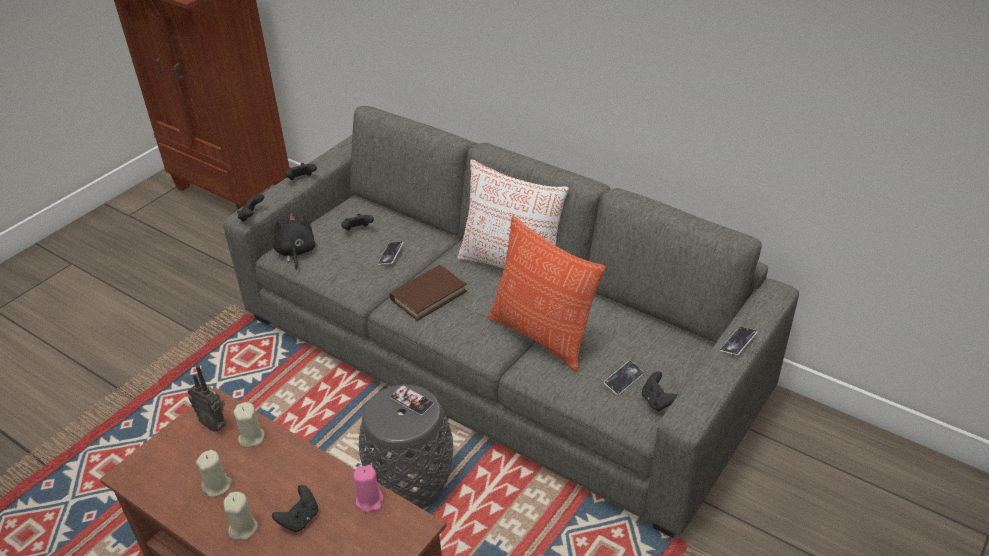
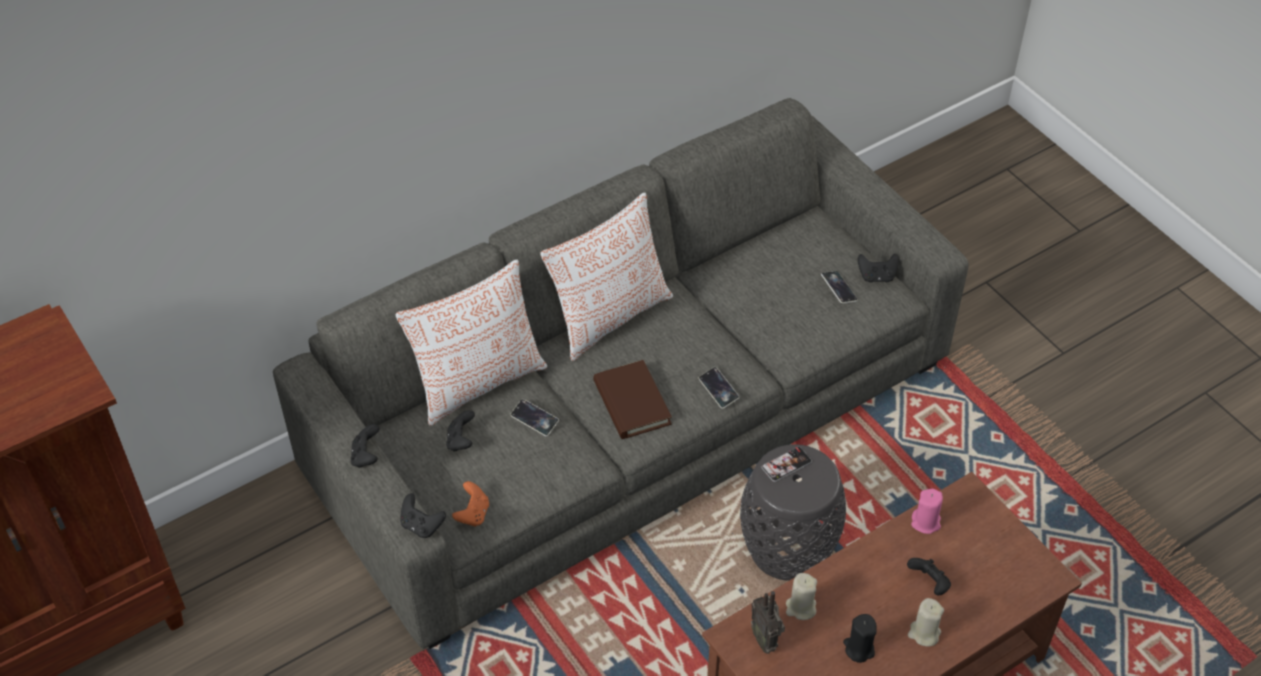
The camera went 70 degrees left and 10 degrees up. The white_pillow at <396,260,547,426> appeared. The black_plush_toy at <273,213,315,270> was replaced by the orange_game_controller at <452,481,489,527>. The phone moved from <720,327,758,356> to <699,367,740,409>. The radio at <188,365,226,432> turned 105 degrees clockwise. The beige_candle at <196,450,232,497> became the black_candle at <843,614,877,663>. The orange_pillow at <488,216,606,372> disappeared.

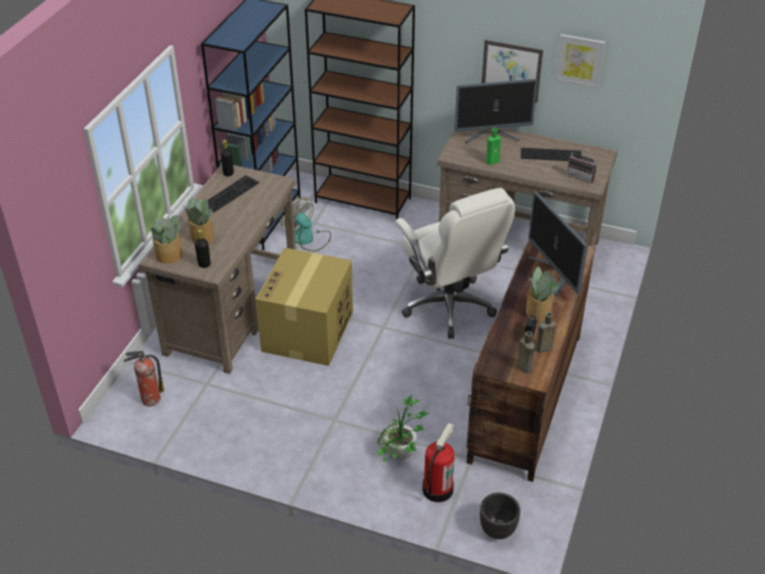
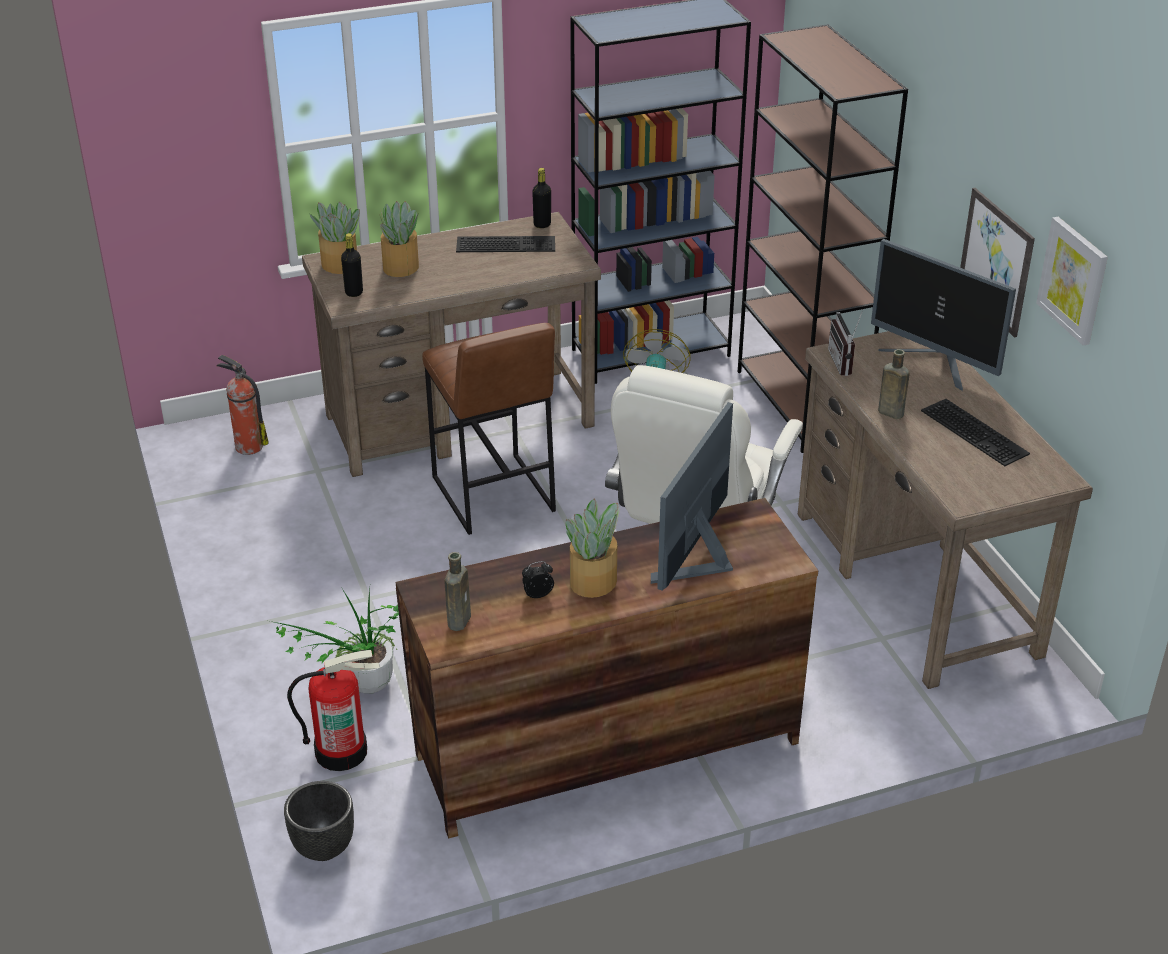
The camera went 50 degrees right and 5 degrees down. The cardboard_box at <255,248,353,366> was replaced by the brown_stool at <422,323,556,535>. The radio moved from <567,145,597,183> to <828,309,863,376>. The brown_bottle moved from <535,312,556,353> to <878,349,910,419>. The green_bottle at <486,128,501,165> disappeared.

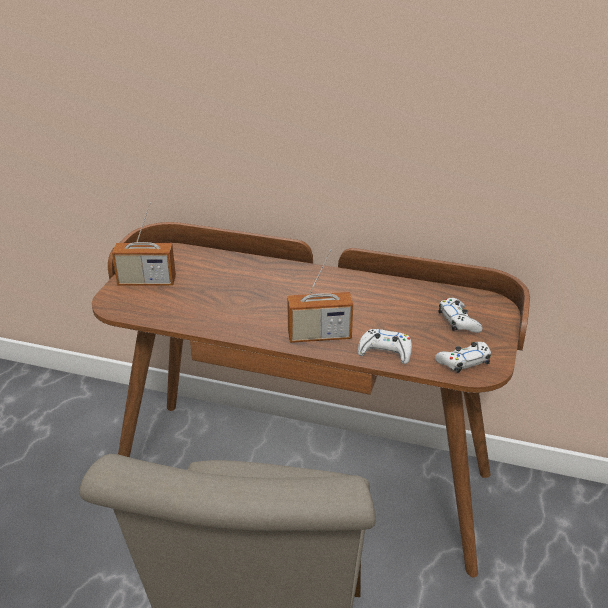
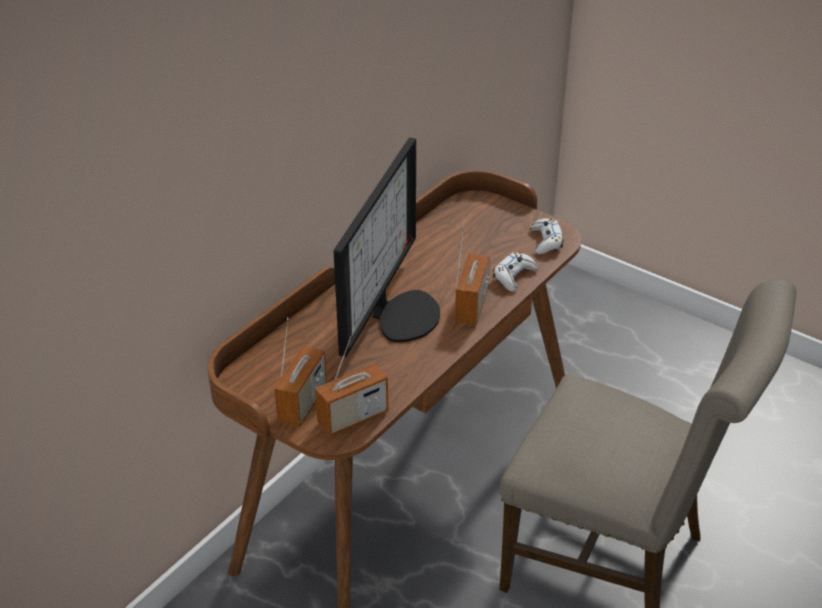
The camera went 70 degrees left and 5 degrees up. The radio at <315,328,388,436> appeared. The monitor at <334,137,440,357> appeared. The white_game_controller at <438,298,483,333> disappeared.

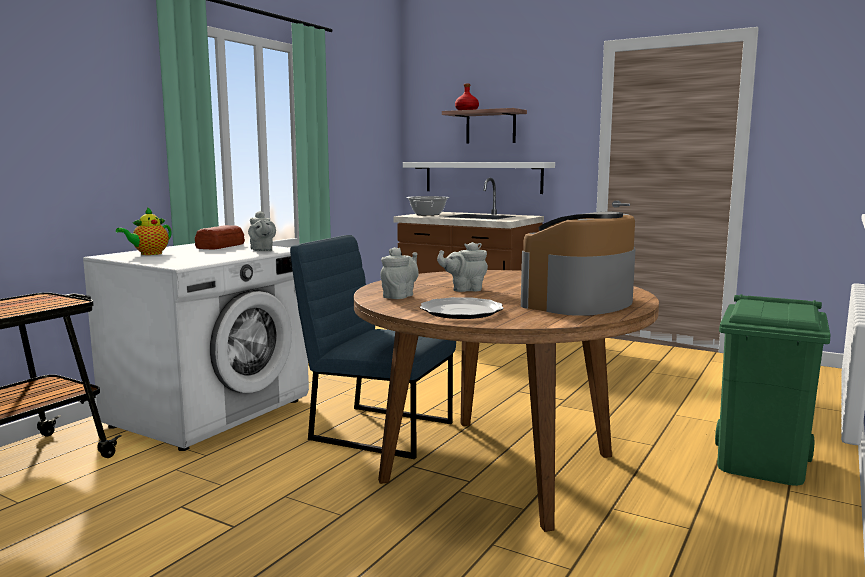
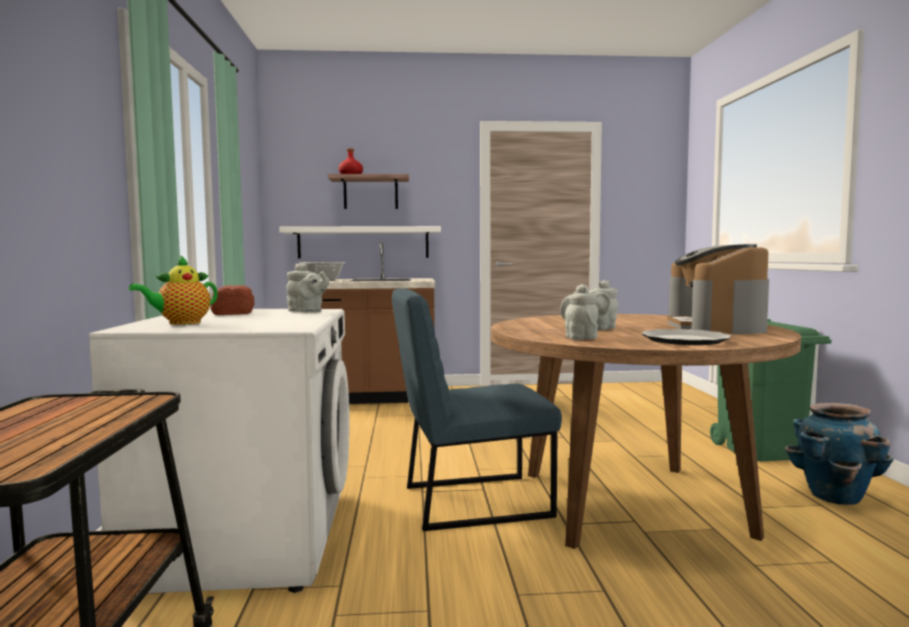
The camera went 35 degrees left and 5 degrees down. The teapot at <116,207,172,255> turned 45 degrees clockwise. The planter at <785,403,894,505> appeared.

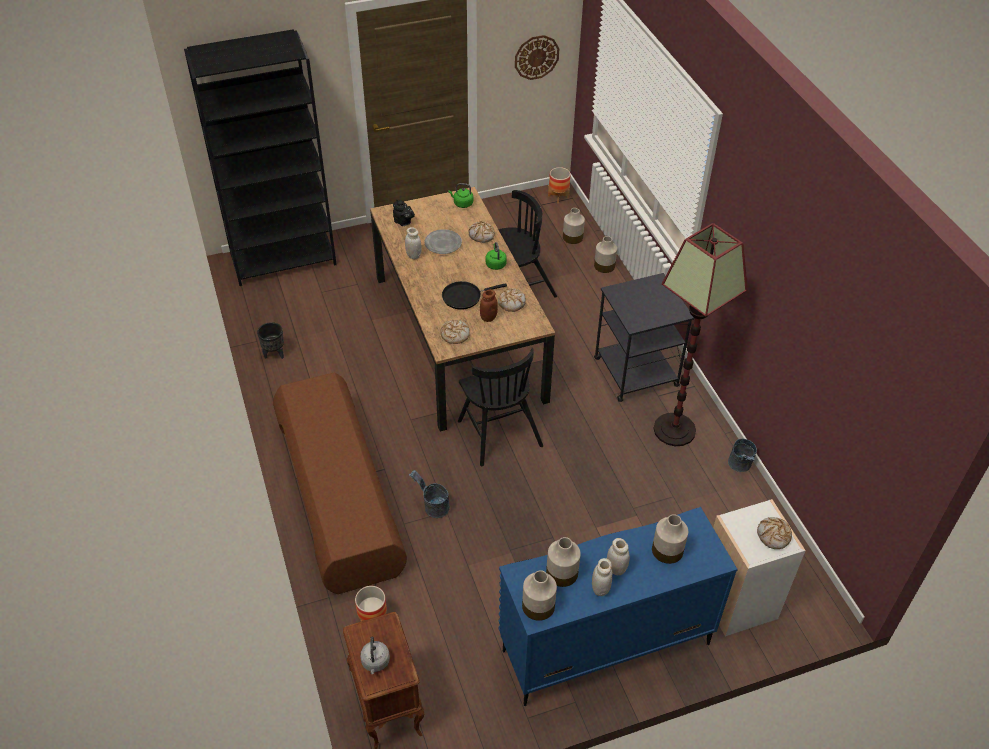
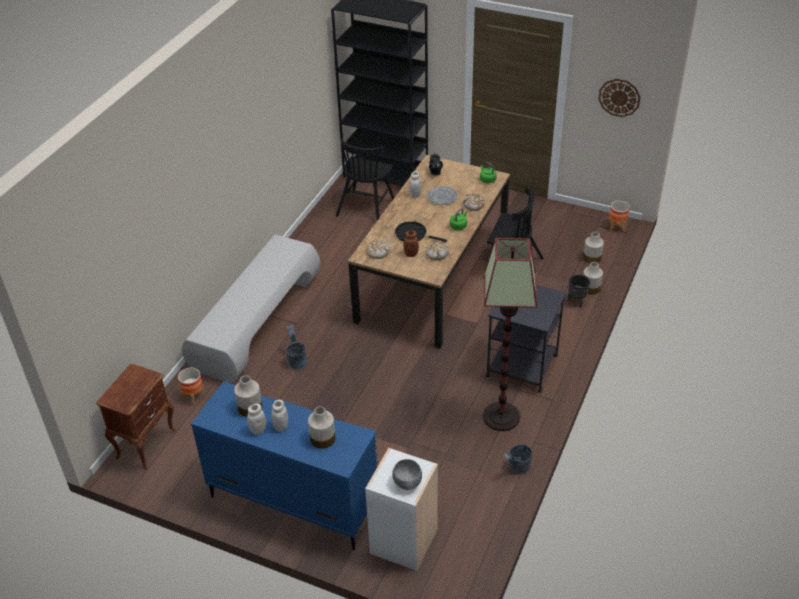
The camera went 45 degrees right and 5 degrees down. The brown_bench at <273,373,407,594> became the grey_bench at <182,235,320,383>. The black_chair moved from <458,348,543,466> to <336,138,395,221>. The bread at <757,517,792,549> was replaced by the grey_bowl at <392,459,422,490>. The black_planter moved from <257,322,284,359> to <568,274,590,308>. The grey_kettle at <360,636,390,674> disappeared. The beige_vase at <522,570,557,621> disappeared.

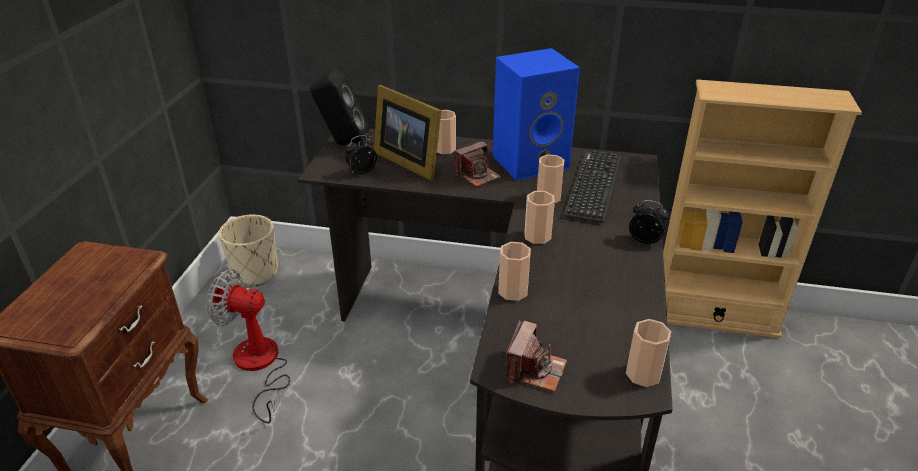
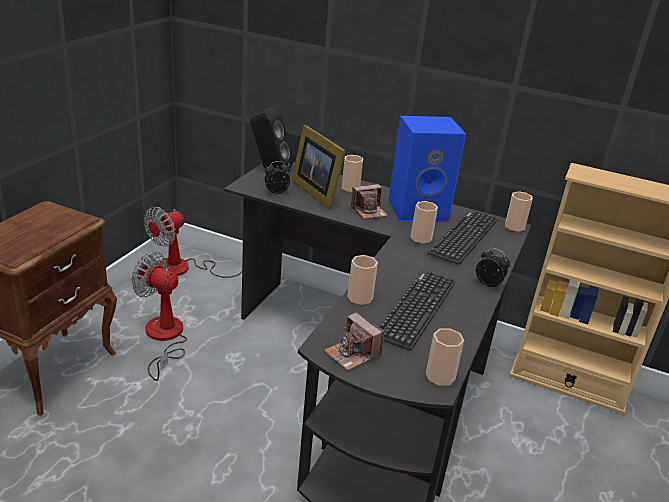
The camera went 10 degrees right and 5 degrees down. The beige_planter at <219,215,278,286> was replaced by the fan at <144,207,242,278>. The photo_camera at <505,320,567,392> turned 105 degrees clockwise. The keyboard at <378,270,455,351> appeared. The cup moved from <524,191,555,244> to <505,191,533,232>.

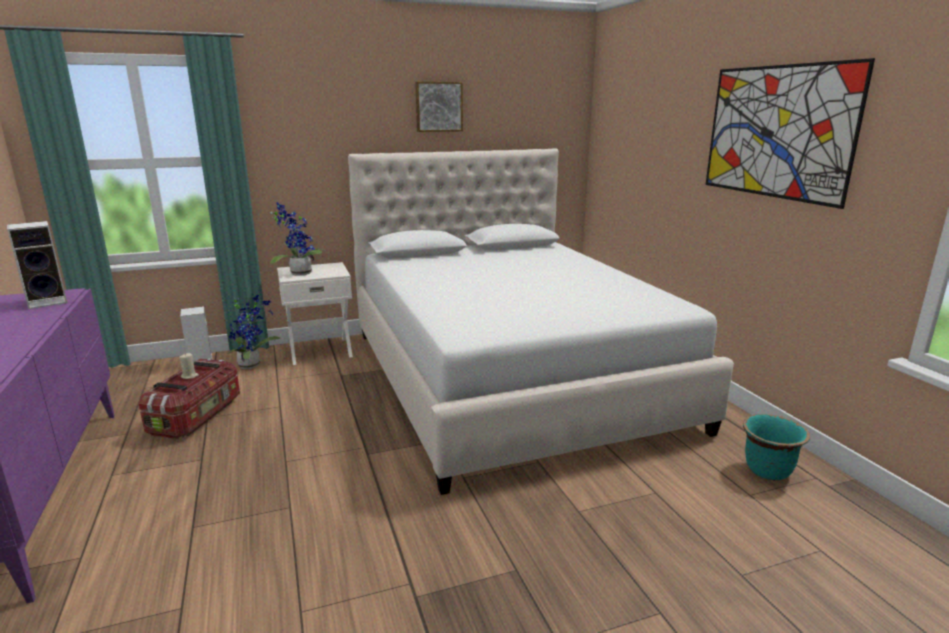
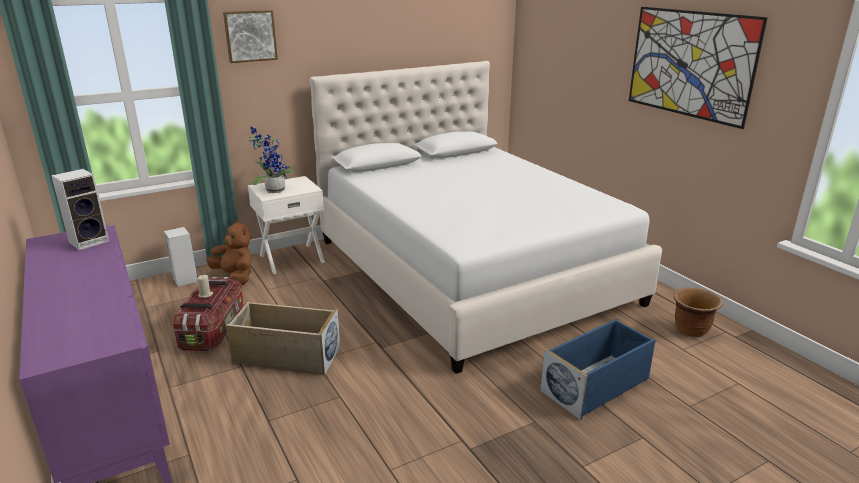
The camera went 10 degrees left and 5 degrees up. The potted_plant at <227,295,280,369> was replaced by the brown_plush_toy at <206,220,251,285>. The picture moved from <415,82,463,132> to <223,10,278,63>. The beige_storage_box at <226,302,340,376> appeared. The blue_storage_box at <540,319,656,420> appeared. The turquoise_planter at <743,414,810,480> became the brown_planter at <674,287,723,337>.

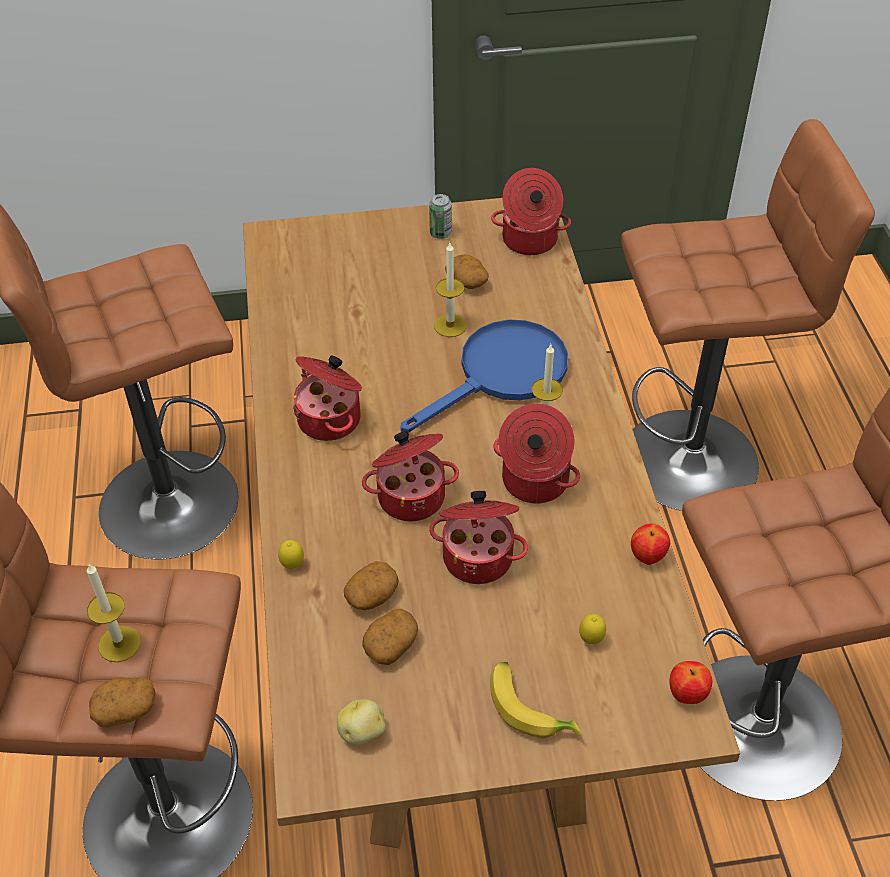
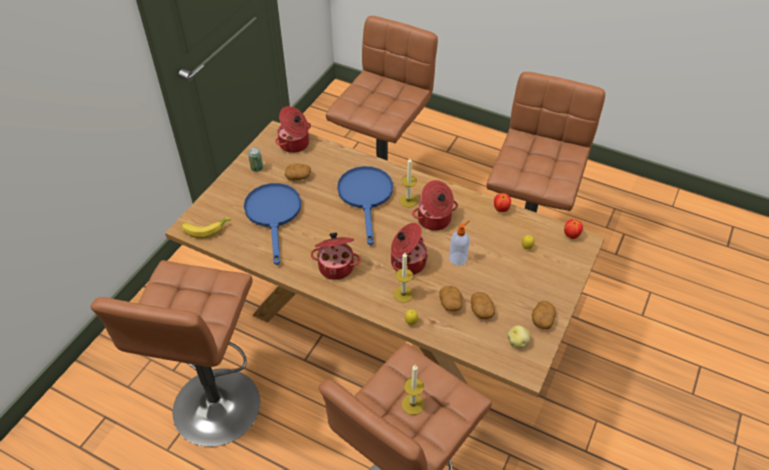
The camera went 55 degrees left and 0 degrees up. The banana moved from <490,662,581,738> to <181,218,231,239>. The blue_frying_pan at <244,183,301,265> appeared. The candle moved from <434,243,467,337> to <393,253,414,303>. The cooking_pot at <429,491,528,584> was replaced by the soap_dispenser at <449,220,470,266>. The potato moved from <89,677,156,727> to <532,301,556,329>.

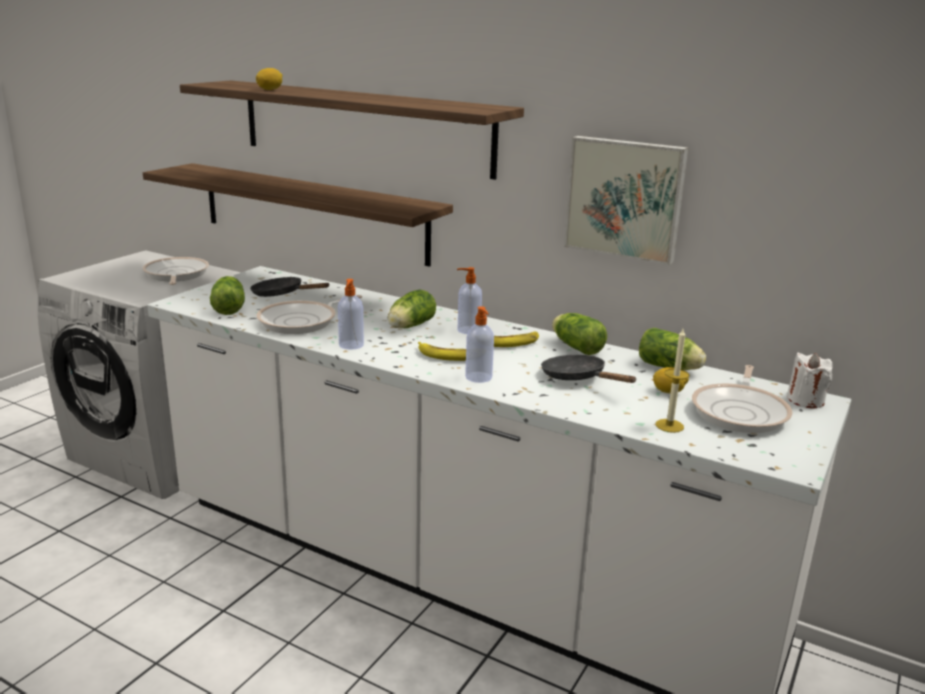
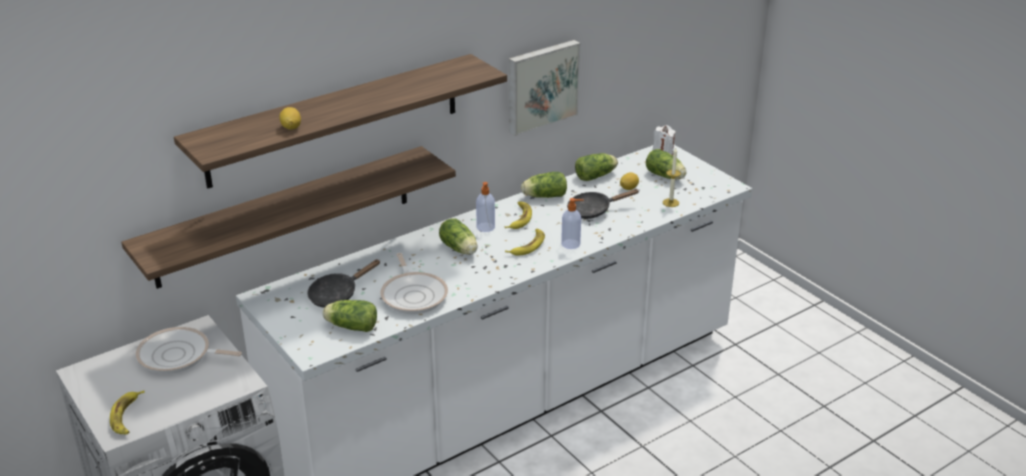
The camera went 65 degrees left and 10 degrees up. The banana at <110,390,145,434> appeared. The frying_pan at <692,365,793,433> was replaced by the lettuce at <646,149,687,179>. The soap_dispenser at <338,279,364,350> disappeared.

